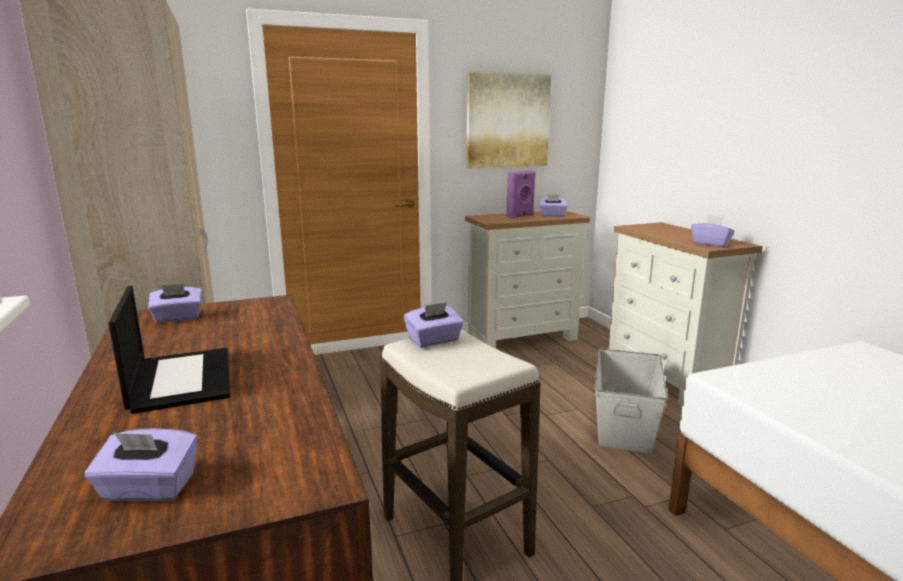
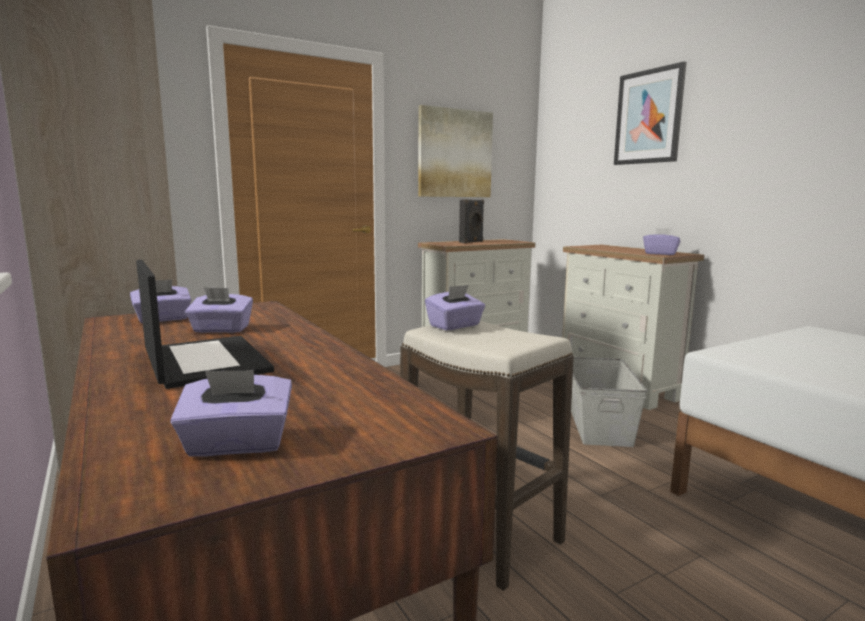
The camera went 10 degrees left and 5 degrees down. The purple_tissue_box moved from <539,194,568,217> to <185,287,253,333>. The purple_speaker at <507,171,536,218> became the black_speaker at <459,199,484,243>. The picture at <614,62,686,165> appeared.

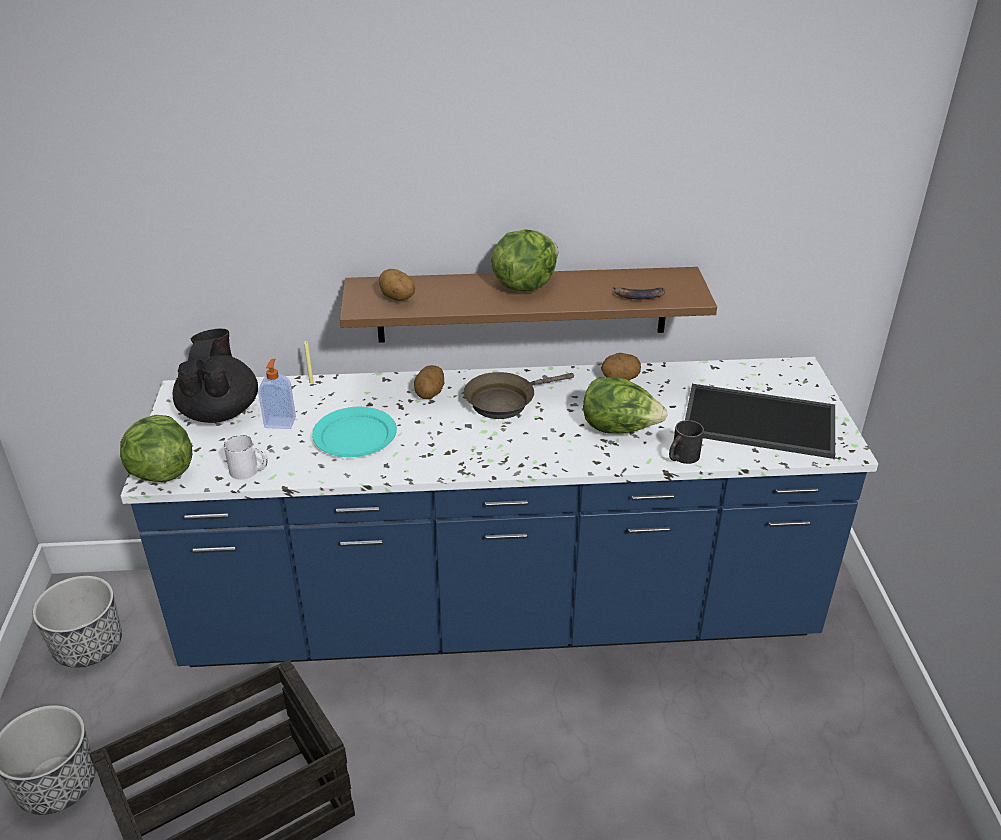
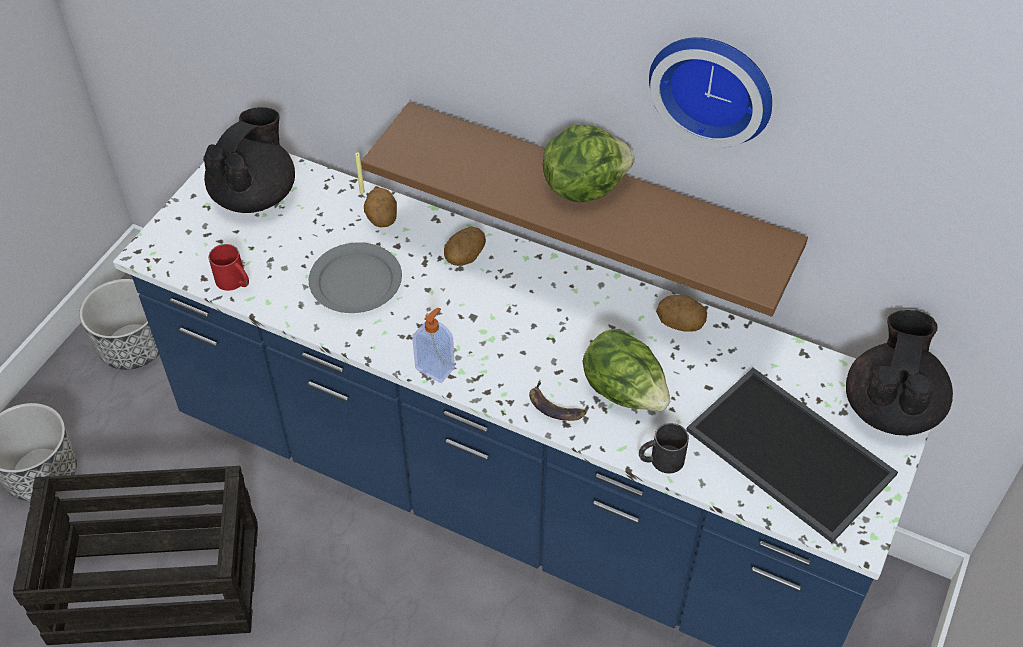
The camera went 30 degrees right and 15 degrees up. The white_mug at <224,435,268,480> became the red_mug at <208,244,249,291>. The turquoise_plate at <312,407,397,457> became the grey_plate at <309,242,402,313>. The potato moved from <379,269,415,301> to <364,188,397,227>. The soap_dispenser moved from <258,359,296,429> to <412,308,455,383>. The banana moved from <613,287,665,299> to <529,380,586,421>. The wall_clock at <649,37,772,147> appeared. The black_teapot at <846,310,953,435> appeared. The lettuce at <120,415,192,482> disappeared. The brown_frying_pan at <464,372,574,419> disappeared.

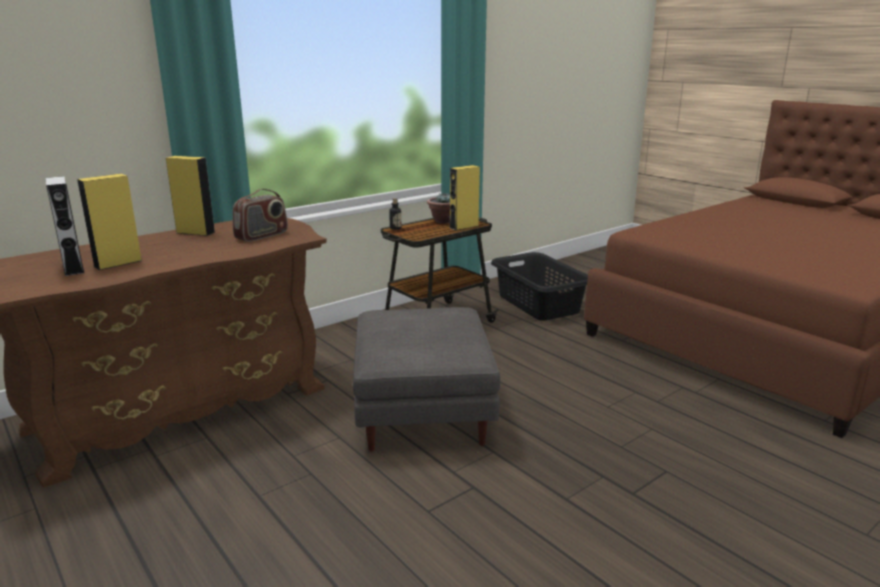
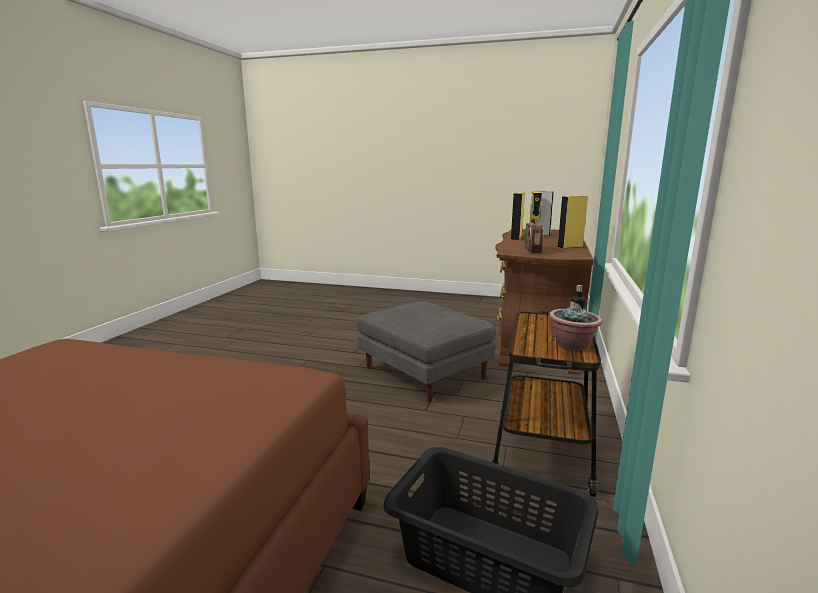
The camera went 145 degrees right and 5 degrees down. The yellow_speaker moved from <450,165,480,230> to <511,192,525,240>.

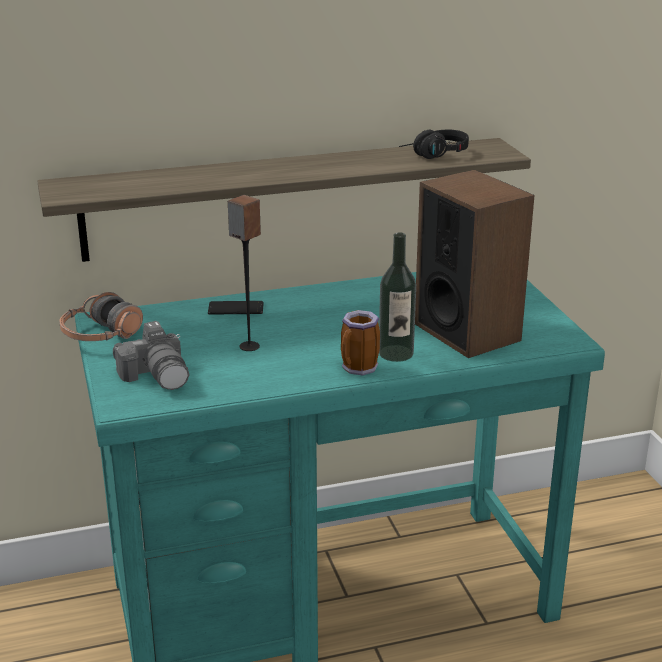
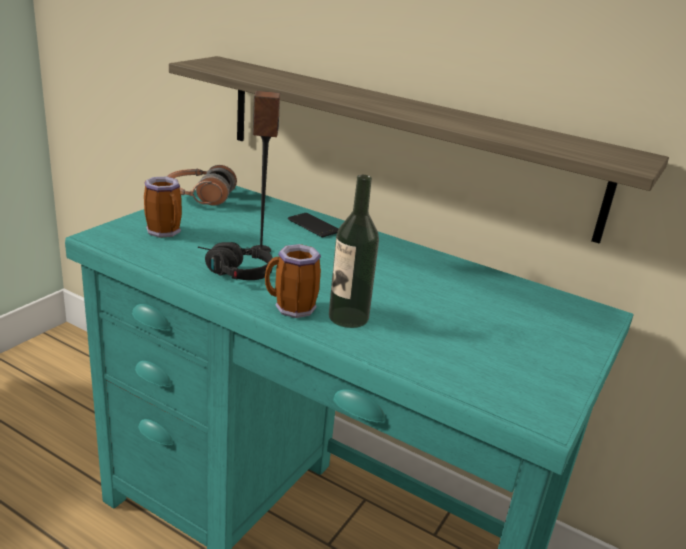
The camera went 45 degrees right and 0 degrees up. The photo_camera at <113,321,189,390> was replaced by the mug at <144,177,182,238>. The black_headphones moved from <399,129,469,159> to <198,242,273,280>. The speaker at <415,170,535,358> disappeared.

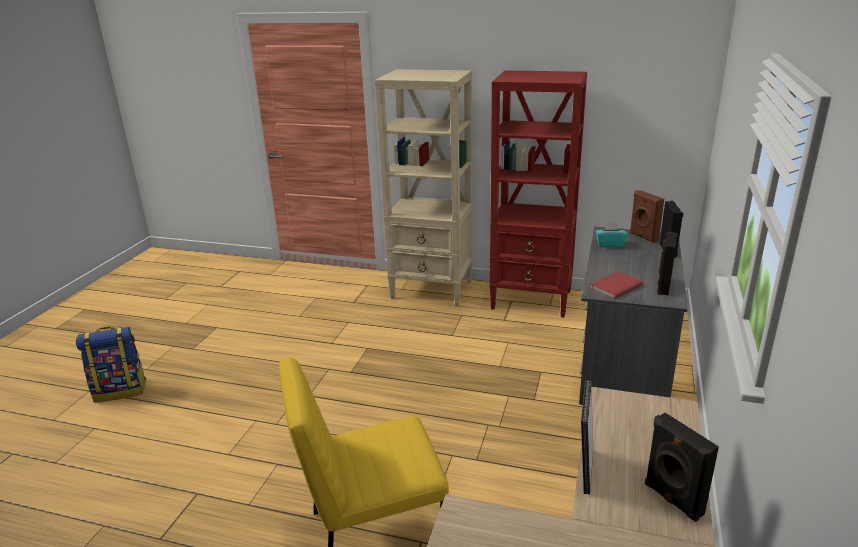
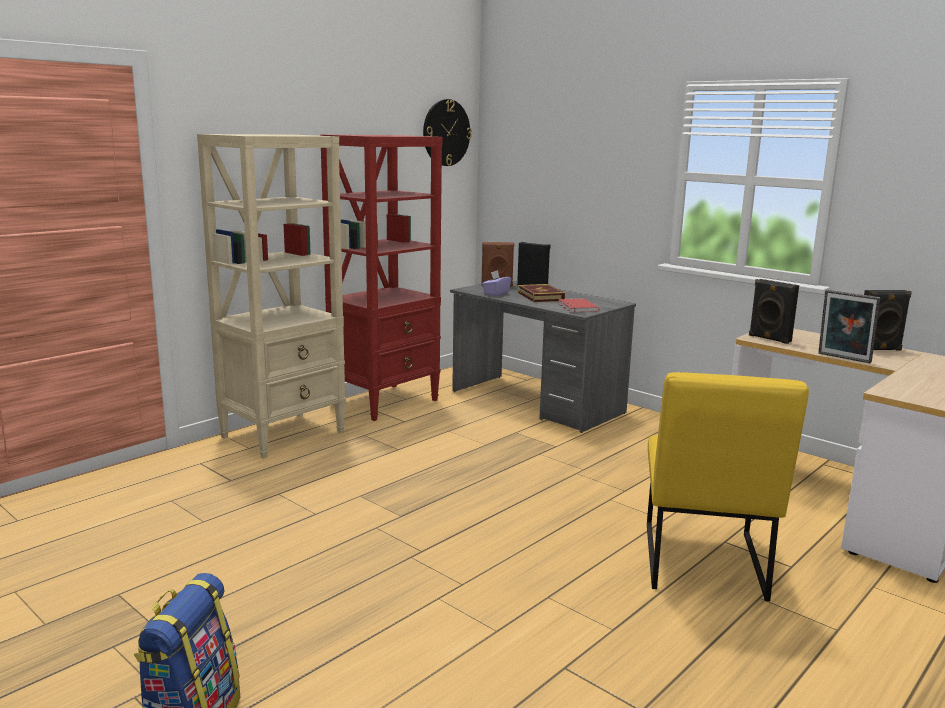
The camera went 65 degrees left and 10 degrees down. The wall_clock at <423,99,472,166> appeared. The turquoise_tissue_box at <595,222,628,247> became the purple_tissue_box at <482,270,511,296>. The book at <518,284,565,302> appeared. The black_speaker moved from <657,231,678,295> to <749,279,799,344>.

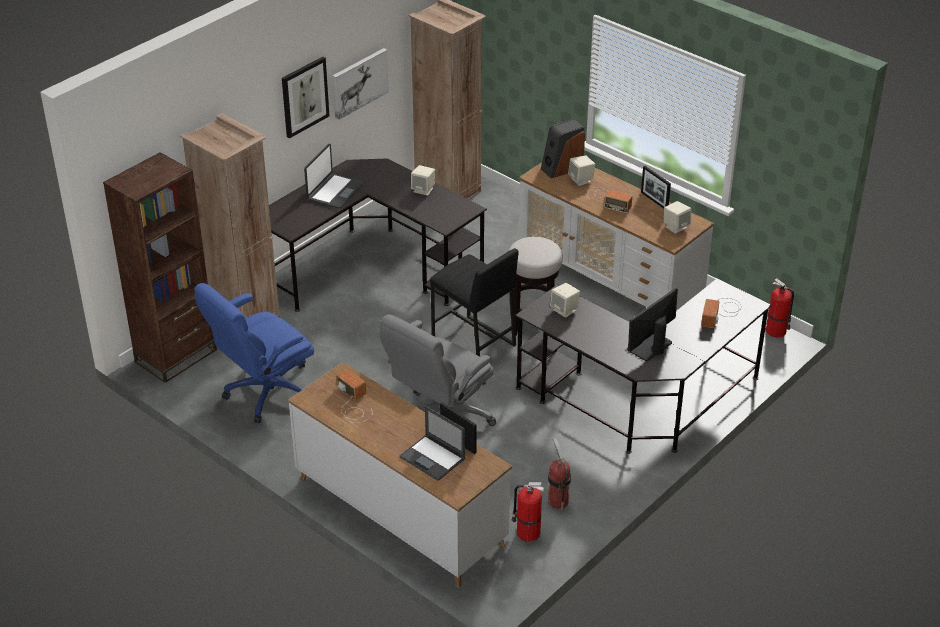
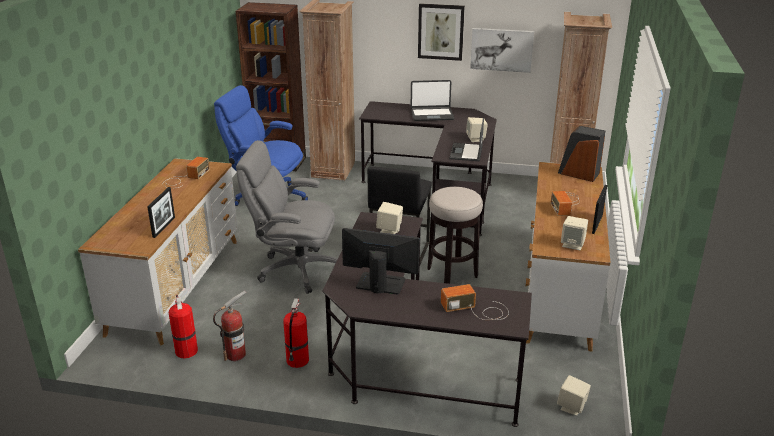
The camera went 60 degrees right and 10 degrees down. The fire_extinguisher moved from <766,278,794,338> to <283,298,309,368>. The laptop moved from <399,406,465,481> to <449,118,484,161>. The beige_speaker moved from <568,155,595,186> to <557,375,591,416>.

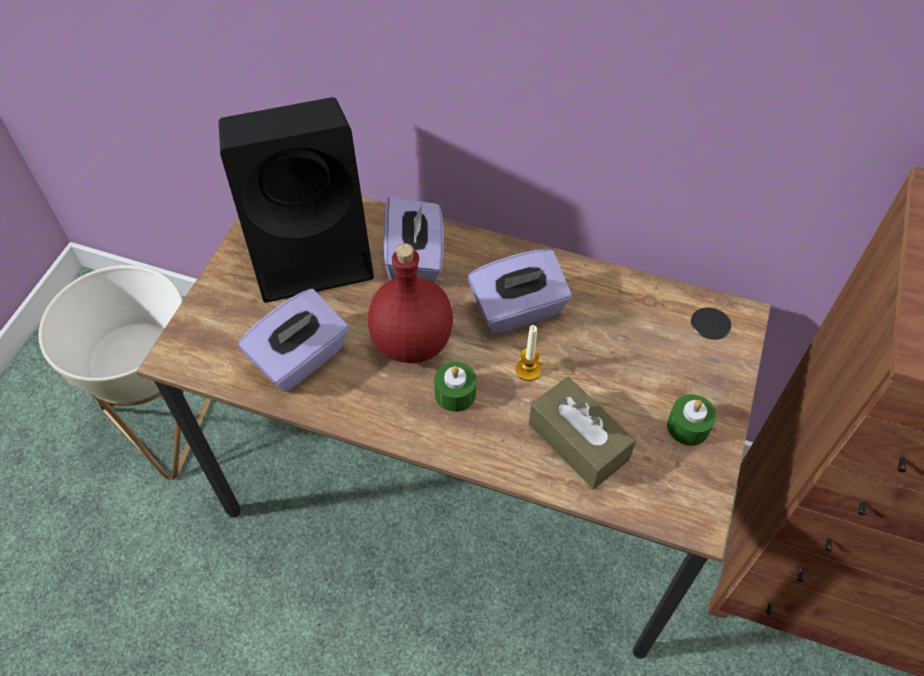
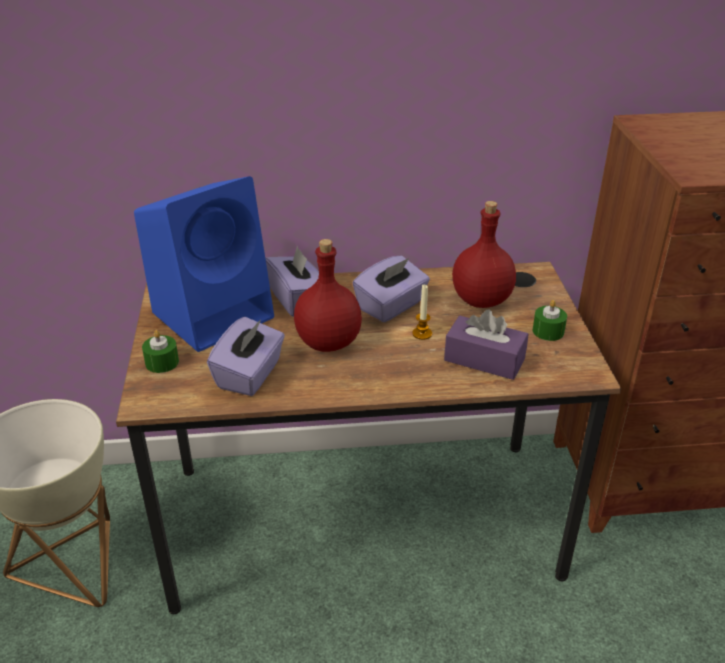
The camera went 25 degrees left and 20 degrees down. The black_speaker at <218,97,374,303> became the blue_speaker at <134,176,274,352>. The green_candle moved from <434,362,477,412> to <142,330,179,373>. The brown_tissue_box at <529,377,636,489> became the purple_tissue_box at <444,309,529,380>. The red_bottle at <452,201,516,308> appeared.

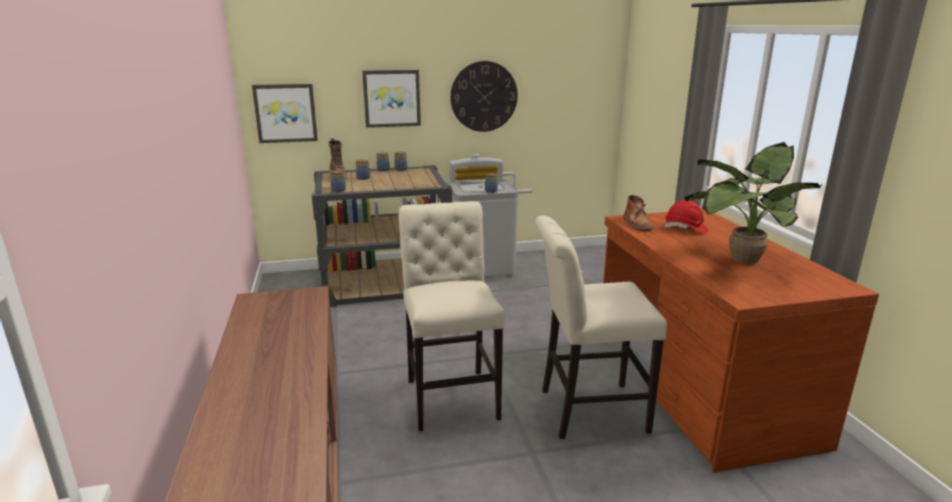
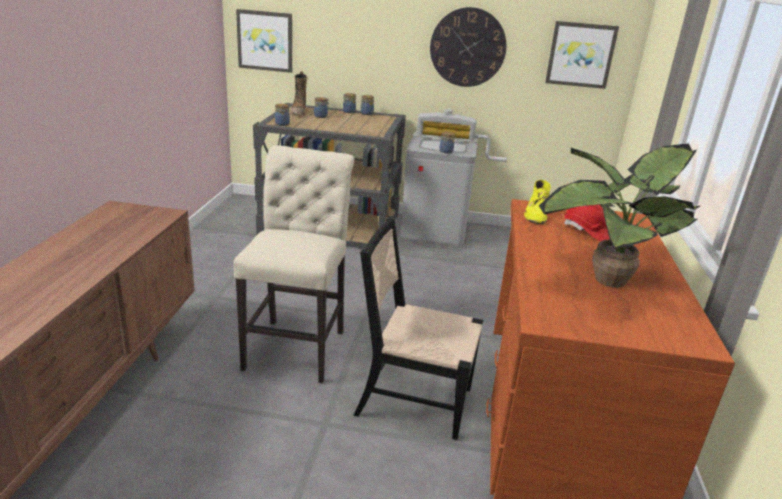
The camera went 20 degrees right and 5 degrees up. The beige_stool at <535,215,667,439> was replaced by the chair at <353,217,483,440>. The brown_boot at <623,195,653,231> became the yellow_boot at <524,180,551,224>. The picture moved from <362,70,421,128> to <545,21,619,89>.

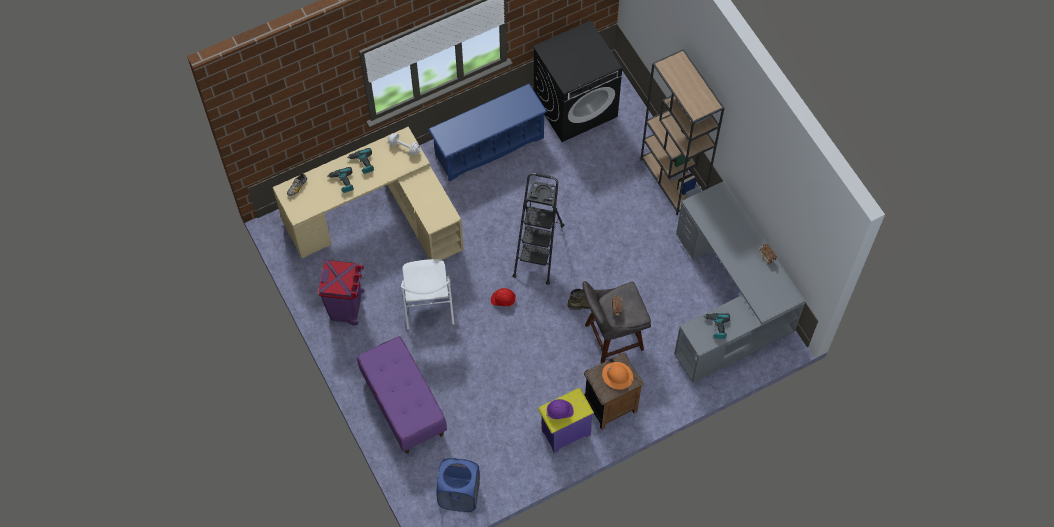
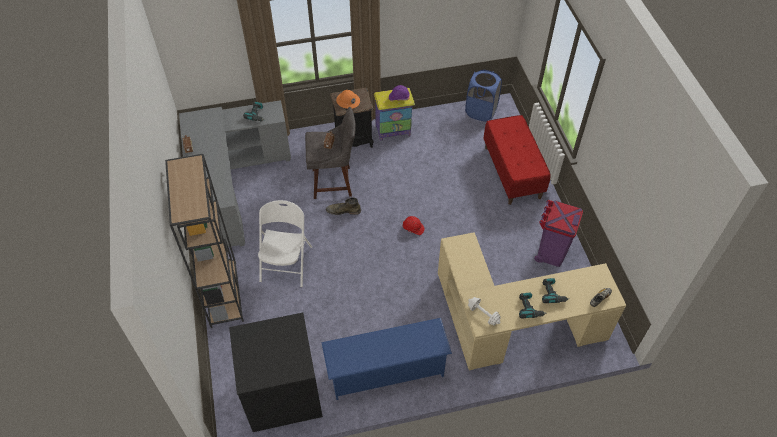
The camera went 165 degrees left and 10 degrees down. The white_chair moved from <401,259,455,329> to <258,200,312,287>. The purple_bench at <357,336,447,454> became the red_bench at <483,115,551,205>. The step_ladder at <512,173,564,285> disappeared.

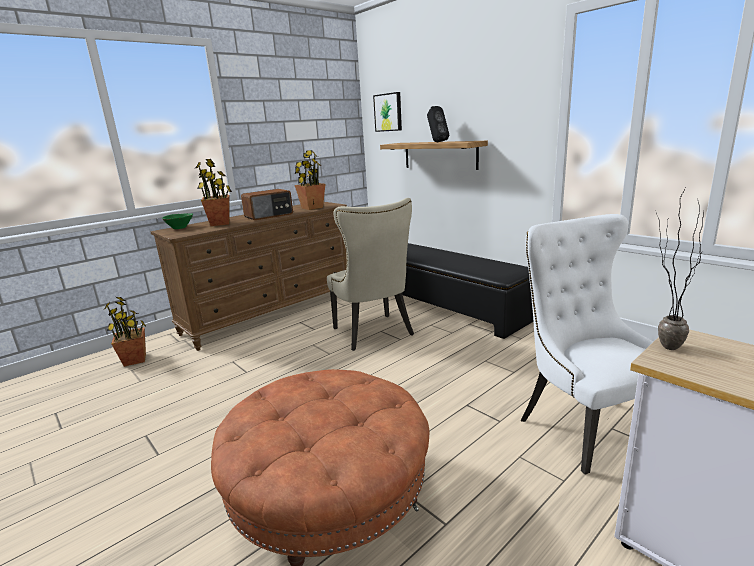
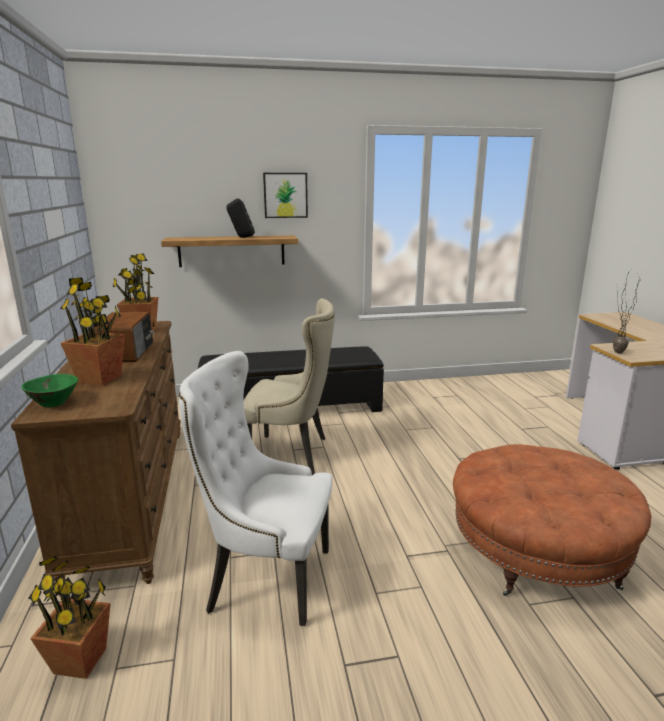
The camera went 60 degrees left and 0 degrees up. The white_chair moved from <521,214,654,474> to <179,351,332,626>. The picture moved from <373,92,402,132> to <263,173,308,218>.

